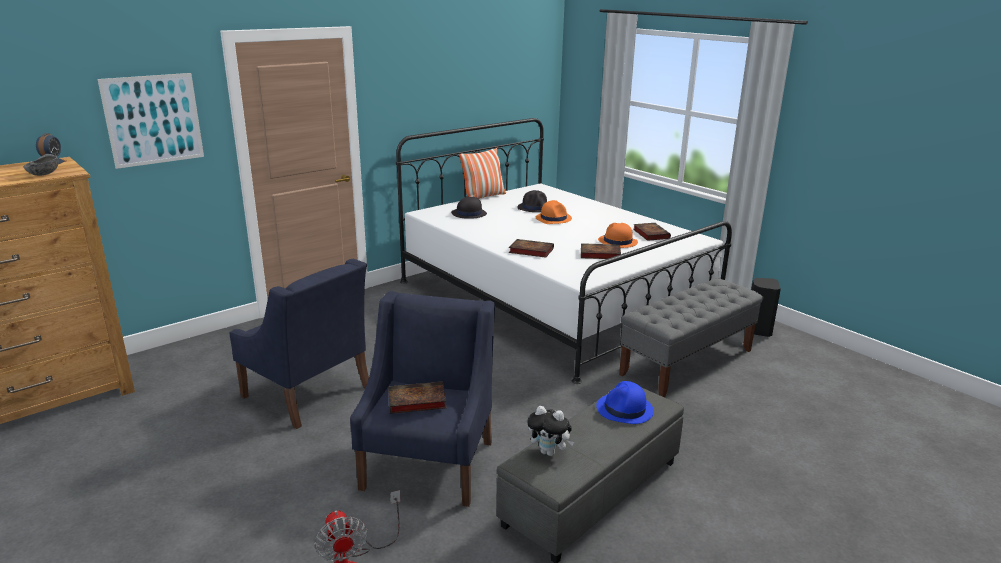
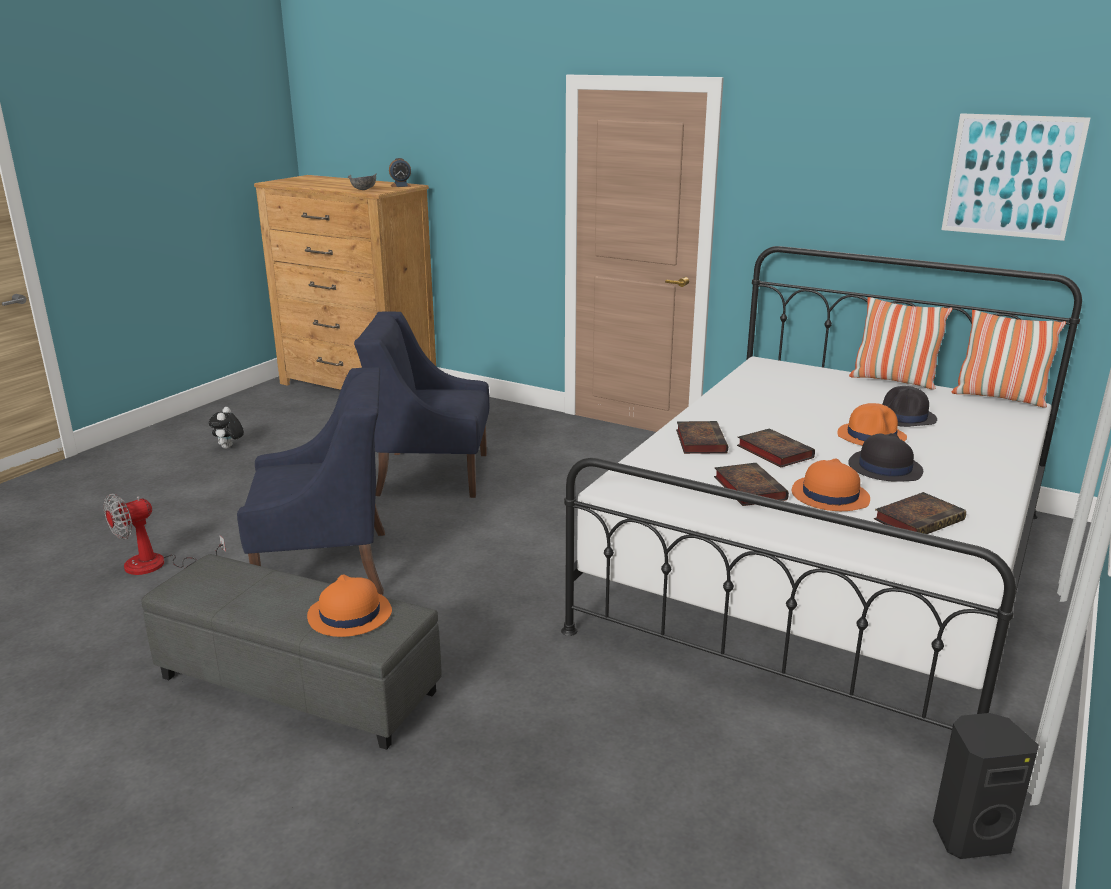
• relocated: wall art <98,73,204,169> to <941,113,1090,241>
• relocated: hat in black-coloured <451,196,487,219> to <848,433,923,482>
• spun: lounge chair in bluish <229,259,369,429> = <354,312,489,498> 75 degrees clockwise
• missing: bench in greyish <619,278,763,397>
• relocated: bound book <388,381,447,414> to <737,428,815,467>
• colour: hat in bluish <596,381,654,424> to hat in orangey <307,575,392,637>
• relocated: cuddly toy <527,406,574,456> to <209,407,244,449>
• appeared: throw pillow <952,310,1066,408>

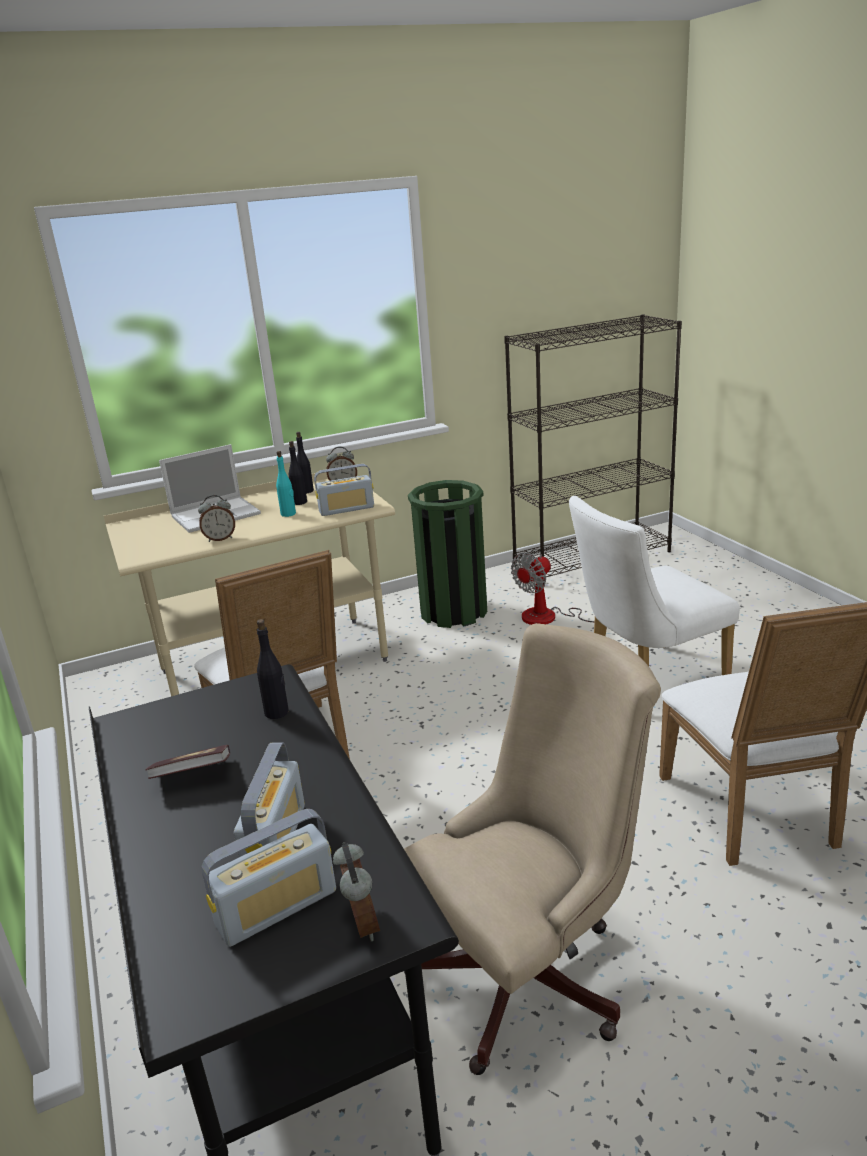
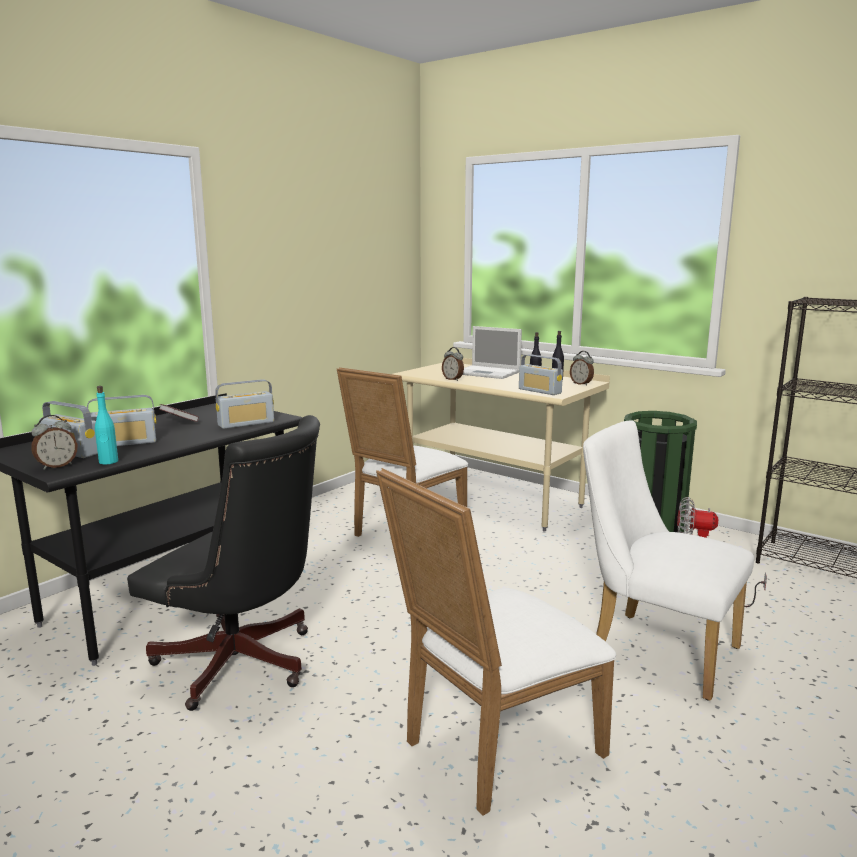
• relocated: bottle in turquoise-coloured <276,451,296,517> to <95,386,118,464>
• exchanged: bottle in black-coloured <257,619,289,719> to radio <215,379,274,429>
• colour: computer chair in sand-coloured <404,623,661,1075> to computer chair in black-coloured <127,415,320,711>

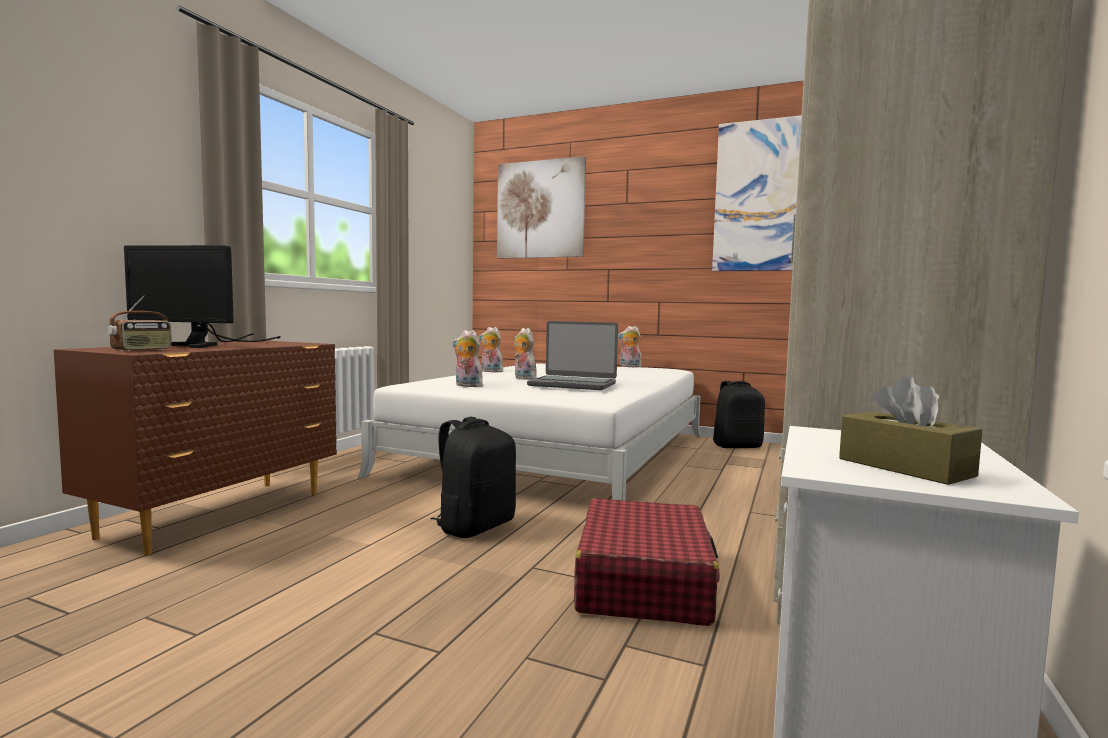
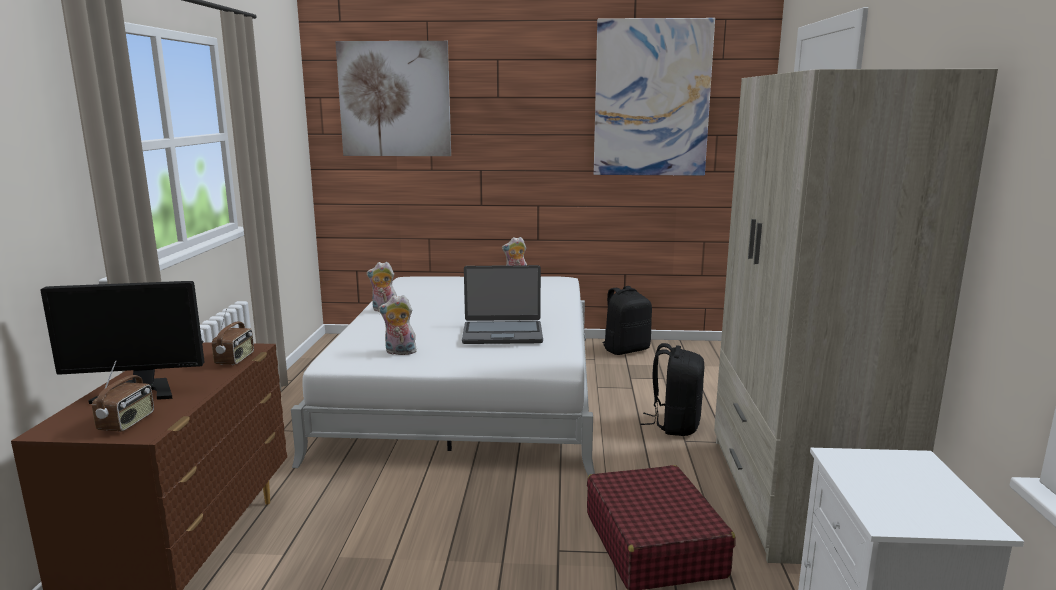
• missing: cuddly toy <514,328,537,380>
• missing: tissue holder in brown-coloured <839,377,982,485>
• relocated: backpack in black-coloured <431,417,516,538> to <640,343,704,436>
• appeared: radio <212,309,254,365>

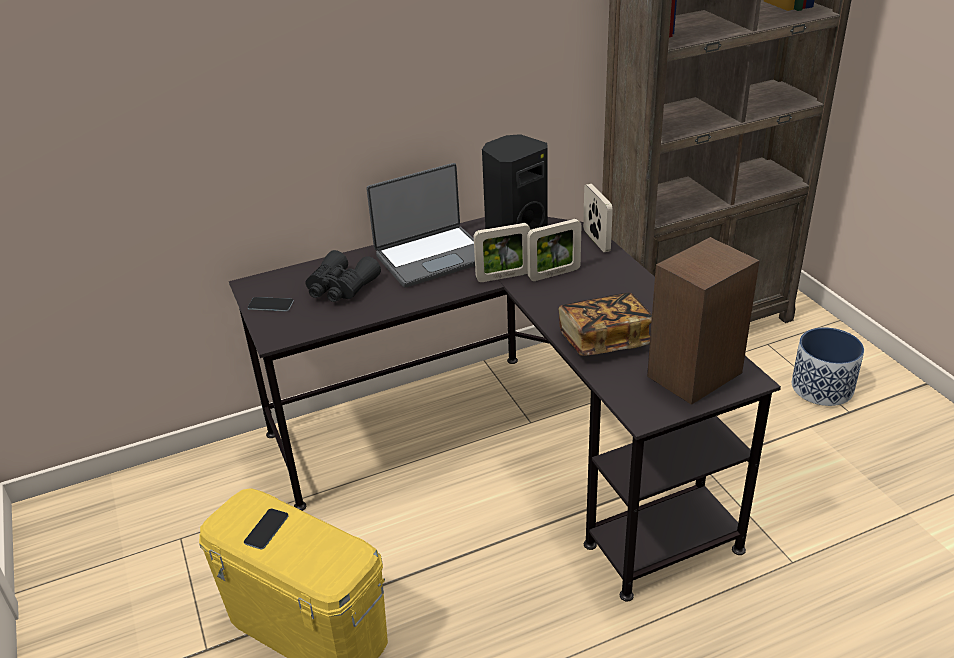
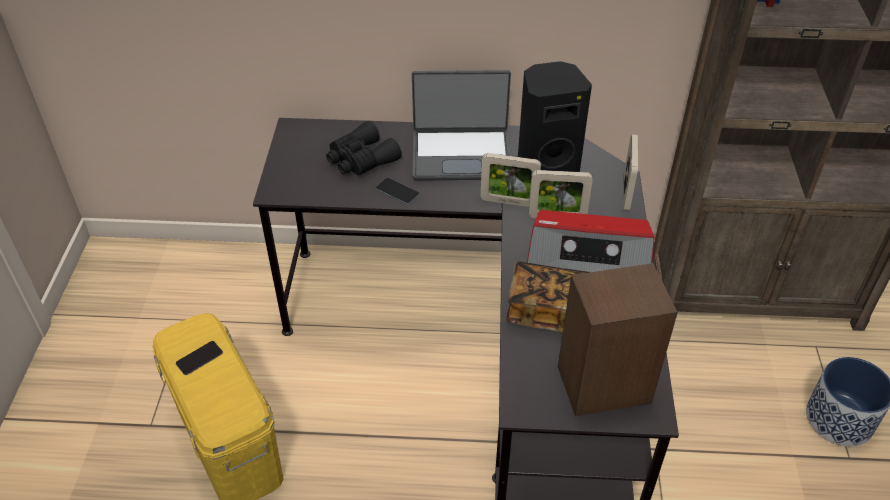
• relocated: telephone <248,297,294,311> to <376,178,419,204>
• appeared: radio <527,210,655,272>

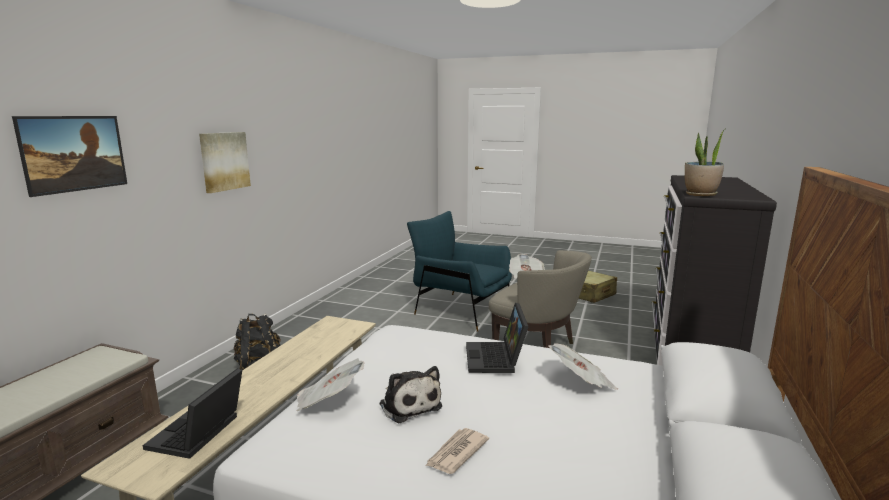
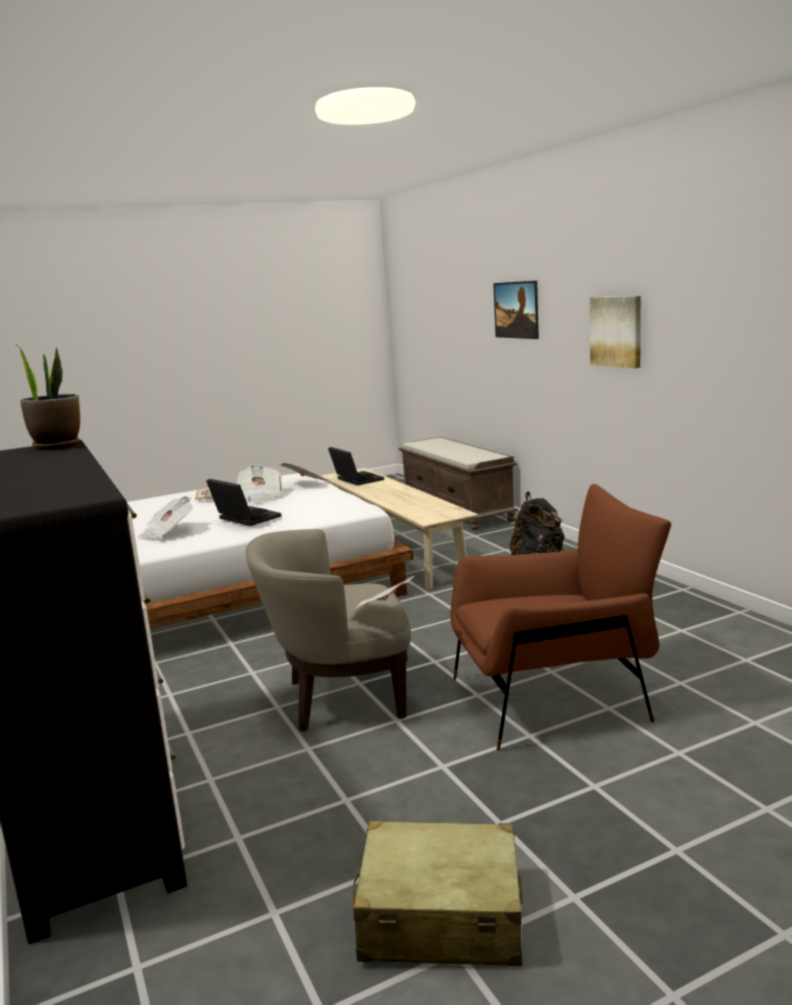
• colour: lounge chair in bluish <407,211,512,332> to lounge chair in brown-coloured <450,484,671,751>
• exchanged: cuddly toy <379,366,442,423> to daily paper <237,465,283,503>

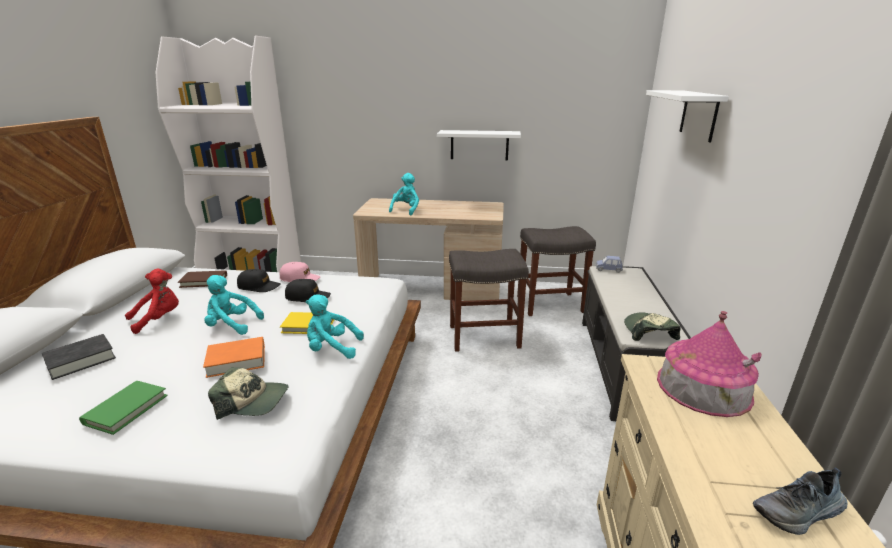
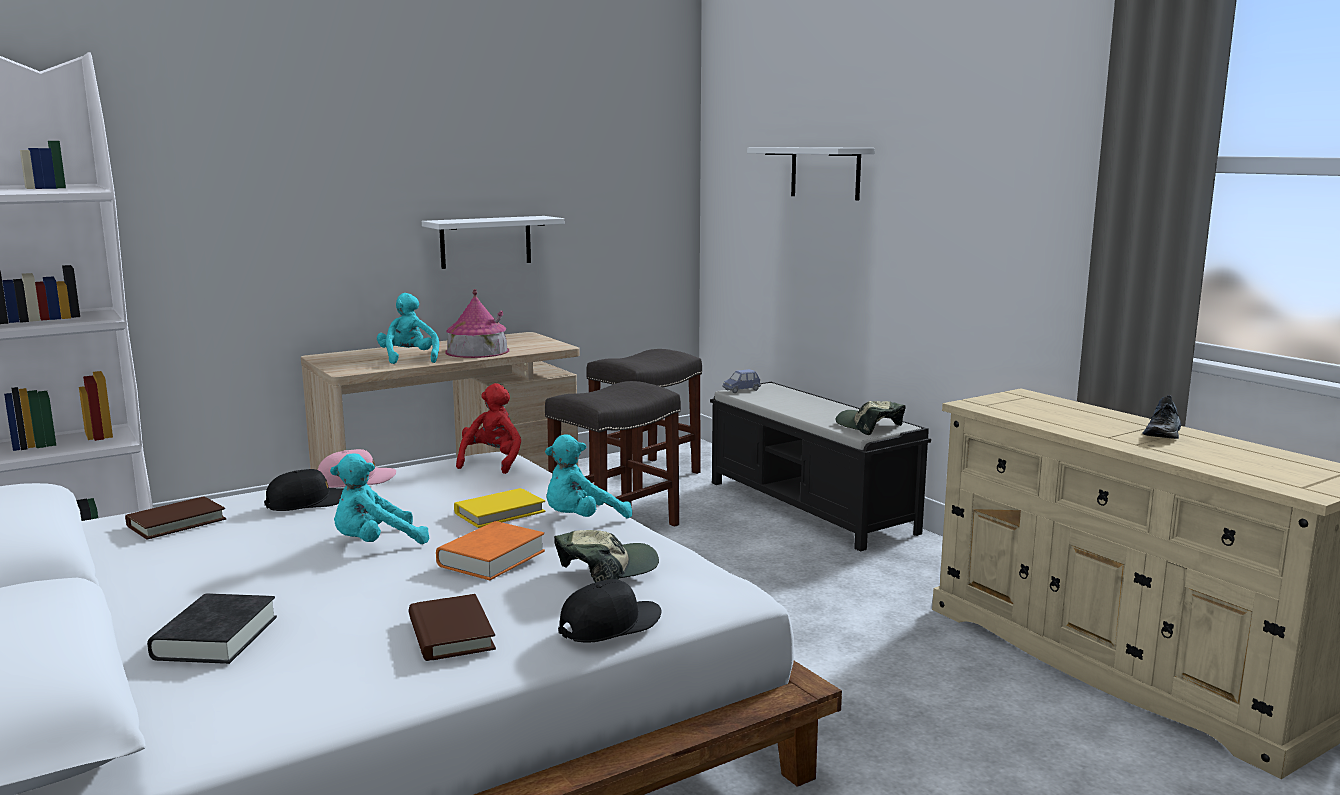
• relocated: cuddly toy in red-coloured <125,269,179,334> to <456,383,521,474>
• relocated: baseball cap in black-coloured <285,279,331,302> to <558,579,661,643>
• relocated: miniature house <657,311,762,417> to <445,289,509,358>
• colour: bound book in green <79,381,168,435> to bound book in brown-coloured <409,594,496,661>

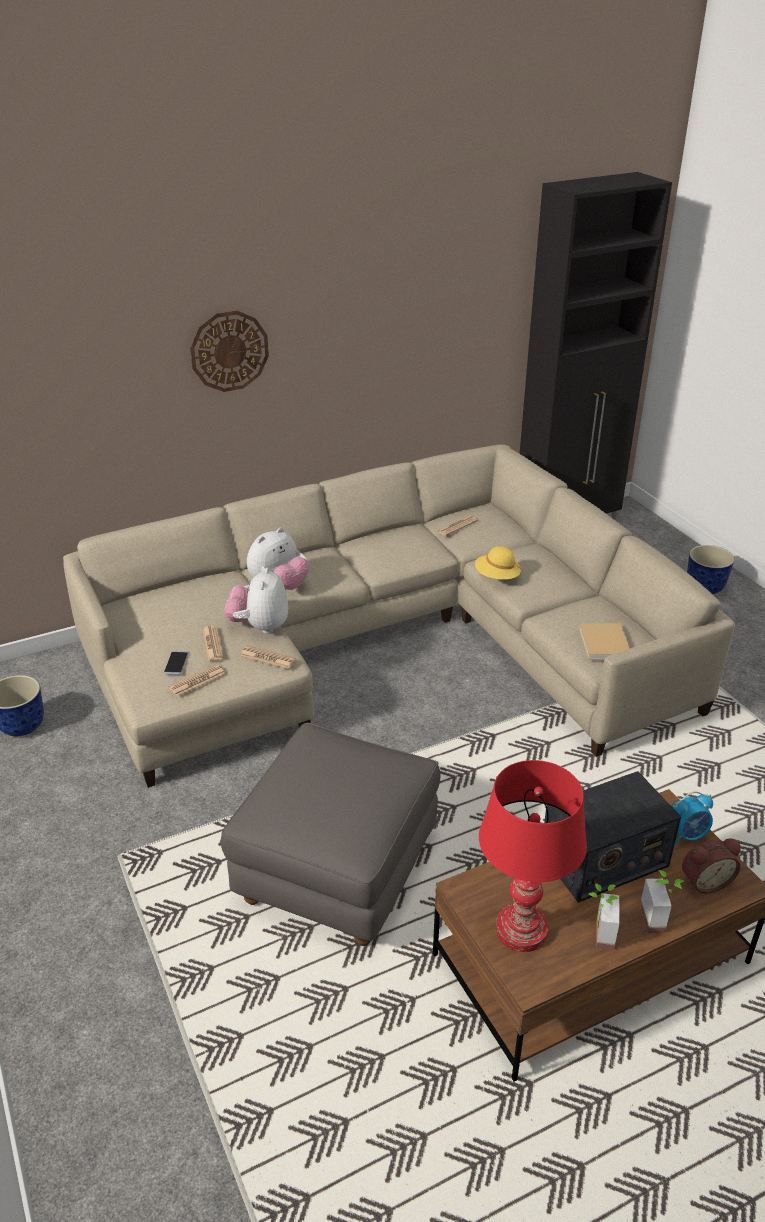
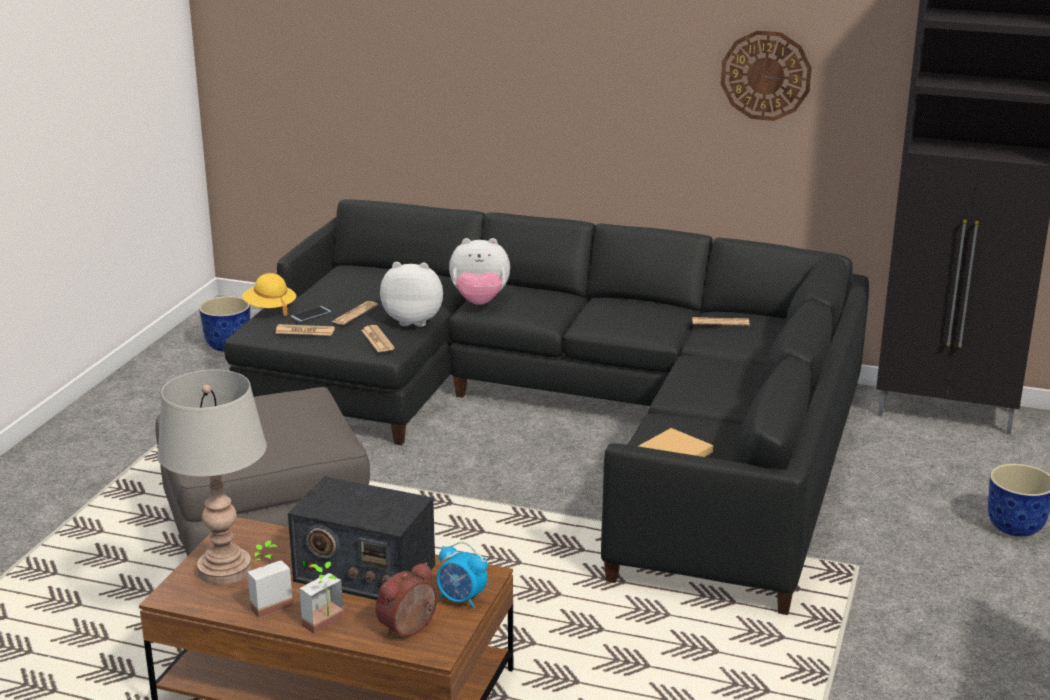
• relocated: hanging clock <190,310,269,392> to <721,30,812,121>
• colour: settee in sand-coloured <63,444,735,788> to settee in black-coloured <224,199,869,615>
• relocated: hat in yellowish <475,546,521,580> to <242,273,296,316>
• spun: cuddly toy <225,567,288,634> = <380,262,443,327> 45 degrees clockwise
• colour: lamp for a table in red-coloured <479,760,587,952> to lamp for a table in greyish <157,370,267,585>
• spun: bedside clock <682,838,741,894> = <376,562,438,637> 105 degrees clockwise

